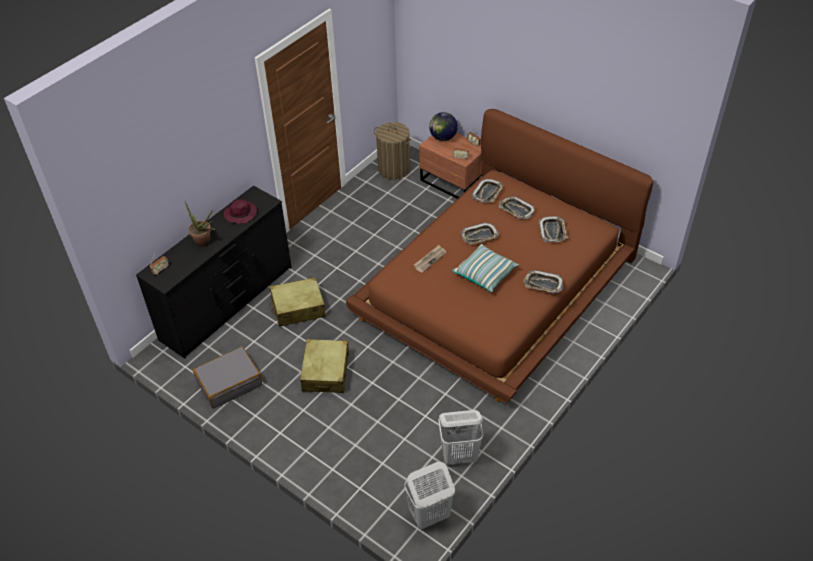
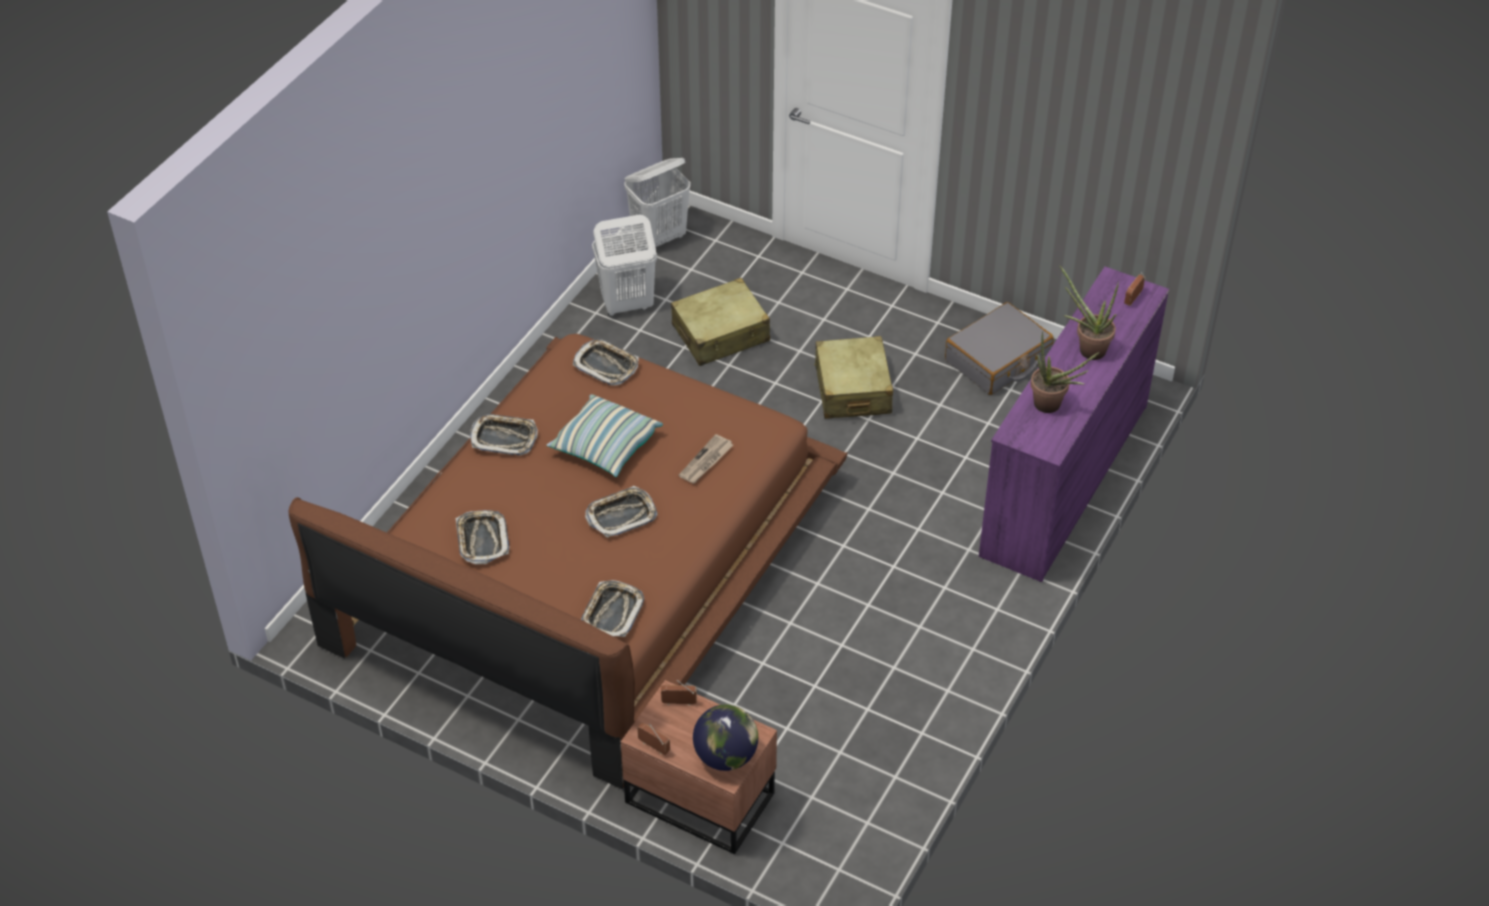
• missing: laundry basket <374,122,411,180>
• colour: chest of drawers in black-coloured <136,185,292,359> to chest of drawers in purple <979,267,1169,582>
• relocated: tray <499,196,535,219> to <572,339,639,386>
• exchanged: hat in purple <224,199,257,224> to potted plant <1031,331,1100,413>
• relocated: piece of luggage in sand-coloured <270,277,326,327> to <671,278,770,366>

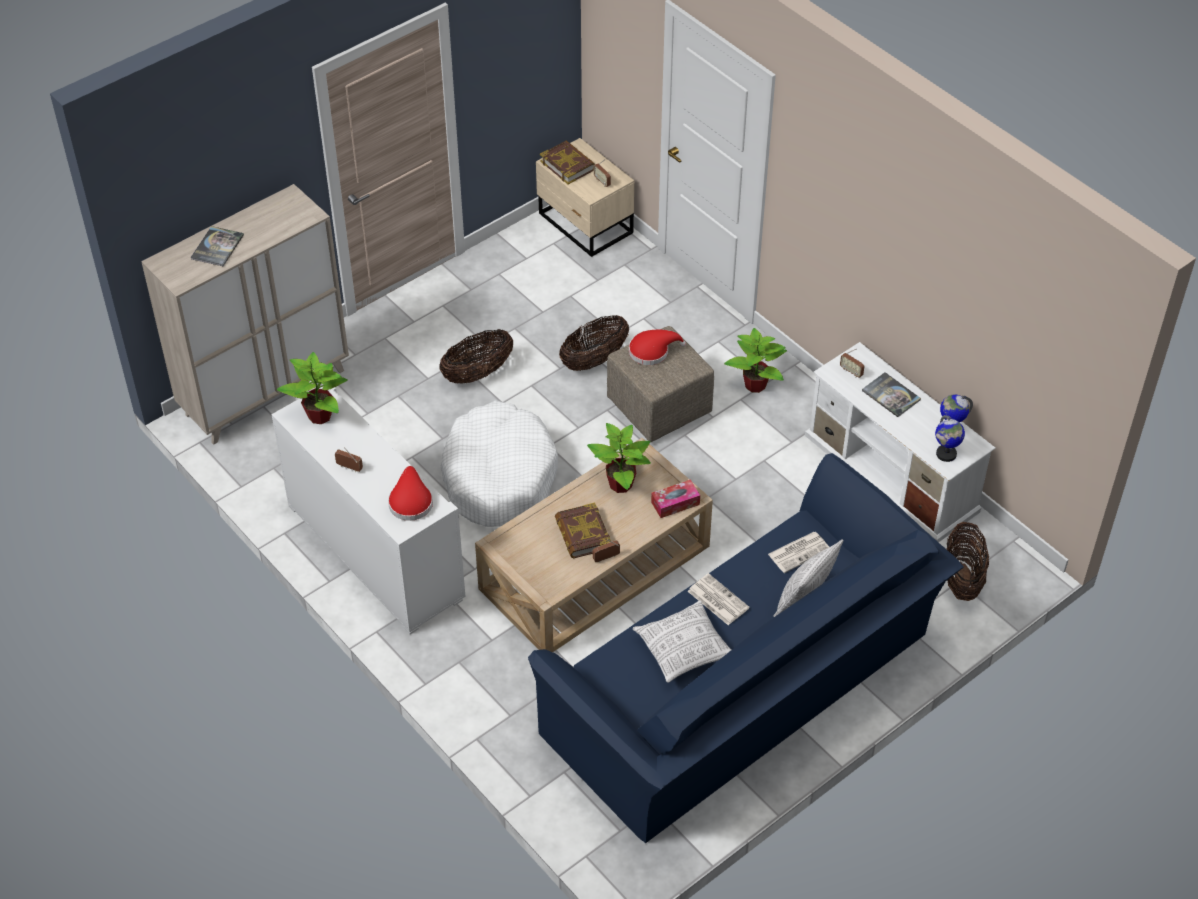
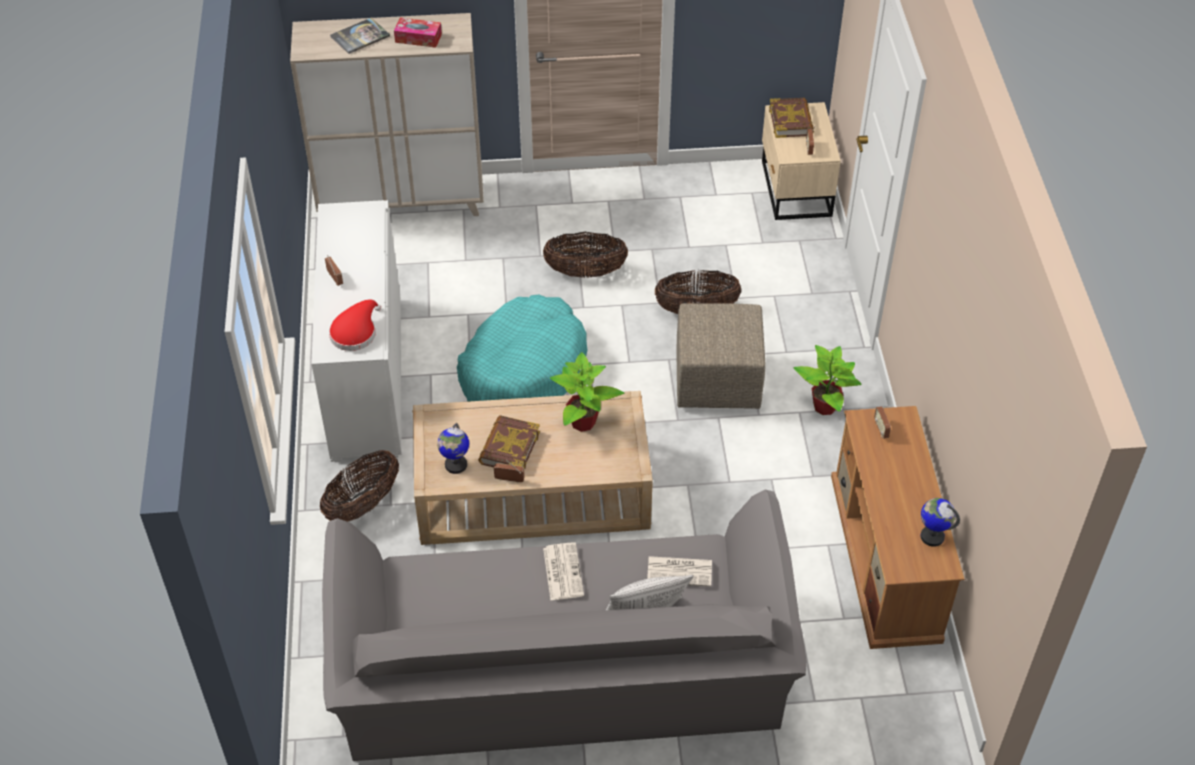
• missing: hat in red-coloured <629,330,686,365>
• colour: tv unit in whitish <805,342,996,542> to tv unit in brown-coloured <831,406,965,649>
• missing: potted plant <277,352,348,424>
• missing: bound book <862,372,921,417>
• colour: dog bed in whitish <441,401,558,527> to dog bed in turquoise-coloured <457,295,587,402>
• relocated: desk globe <935,415,965,462> to <437,423,469,474>
• colour: settee in bluish <528,453,964,843> to settee in greyish <322,490,807,761>
• relocated: tissue holder <651,479,700,518> to <394,17,442,48>
• relocated: basket <947,522,989,601> to <320,450,399,522>
• missing: throw pillow <633,600,731,683>

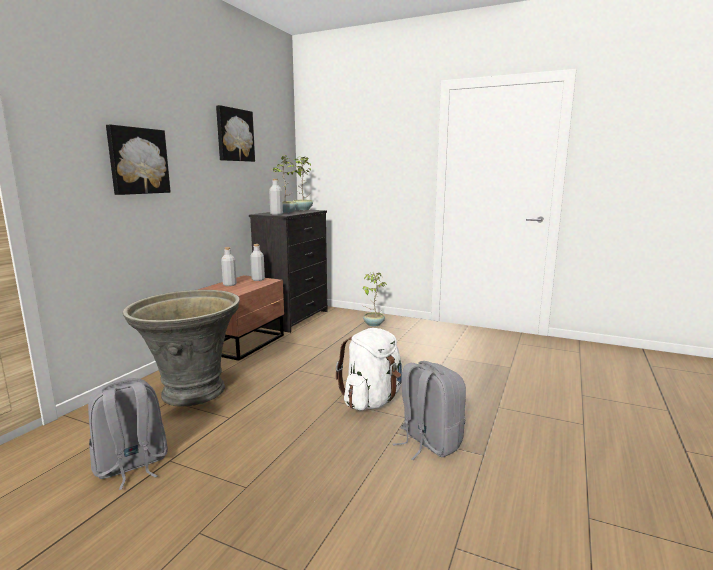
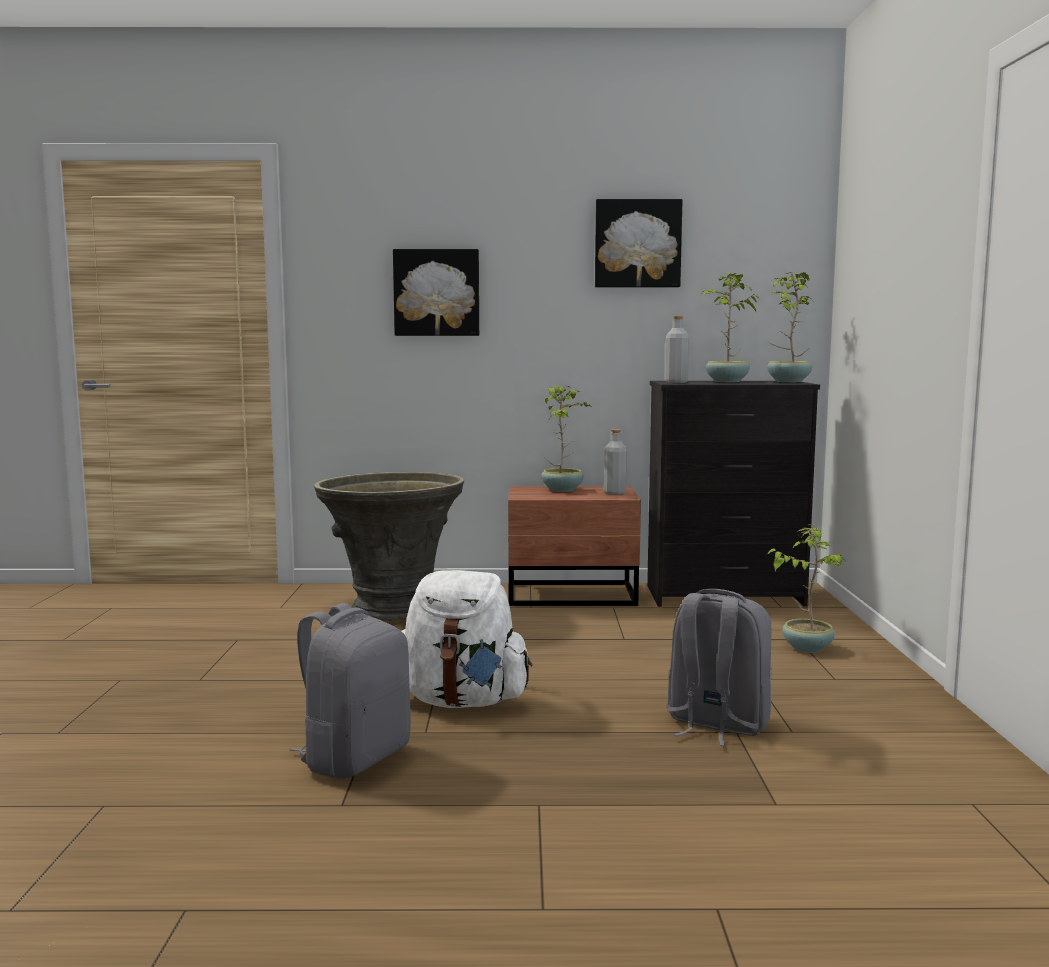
• exchanged: bottle in greyish <221,247,237,286> to potted plant <541,386,592,492>
• relocated: backpack in greyish <88,378,168,490> to <667,589,772,746>

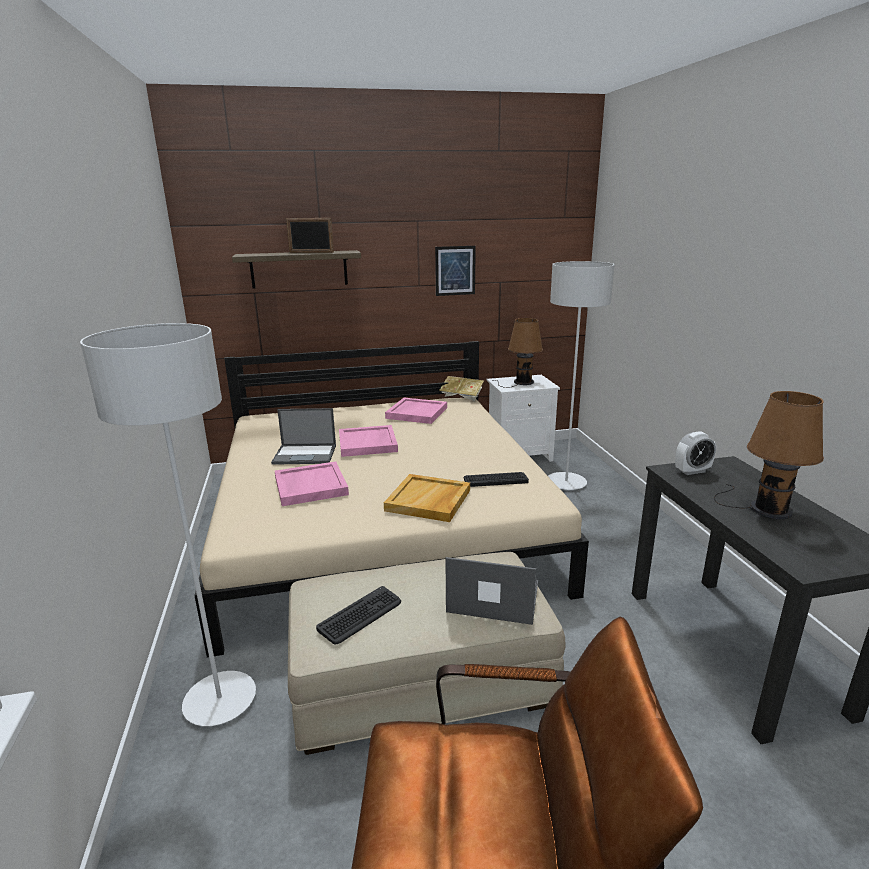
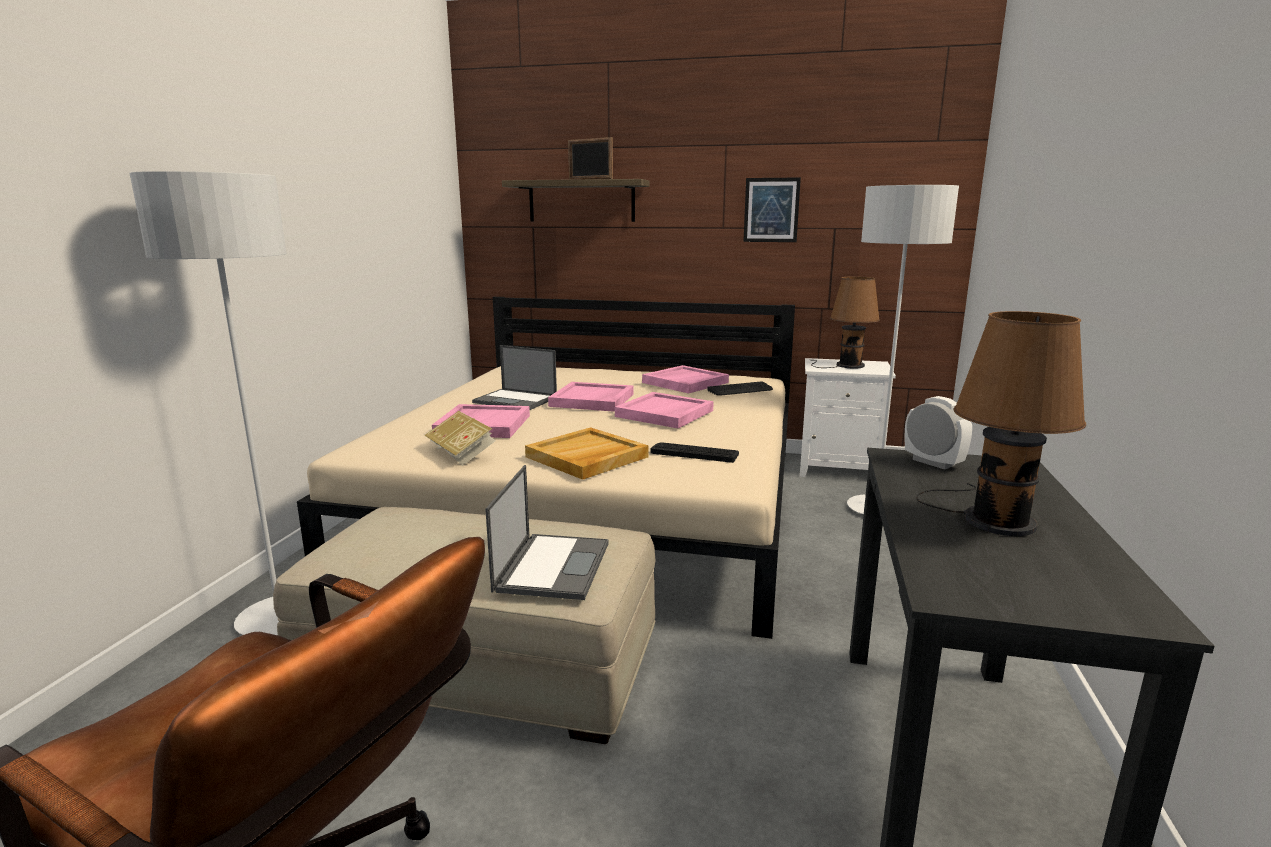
• relocated: bound book <439,376,484,401> to <425,411,496,466>
• spun: bedside clock <675,431,716,475> = <904,396,972,470> 135 degrees counterclockwise
• spun: portable computer <445,557,538,625> = <485,465,609,600> 60 degrees clockwise
• relocated: keyboard <316,586,401,644> to <707,382,773,396>
• appeared: tray in pink-coloured <615,392,714,428>

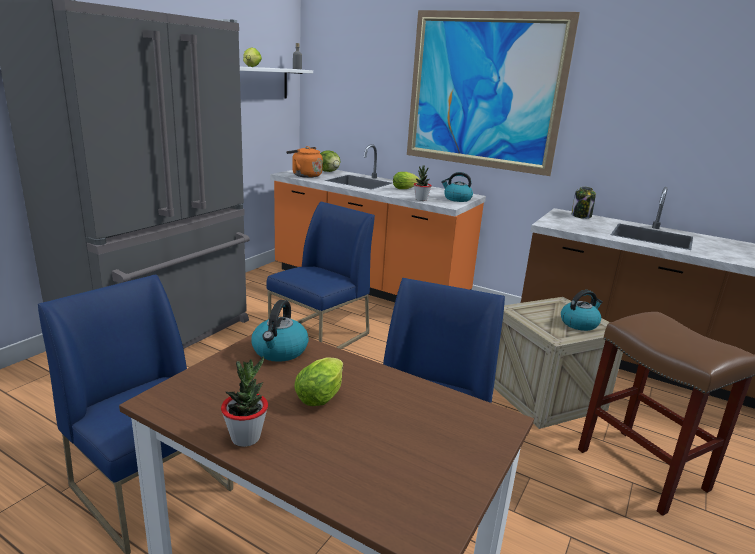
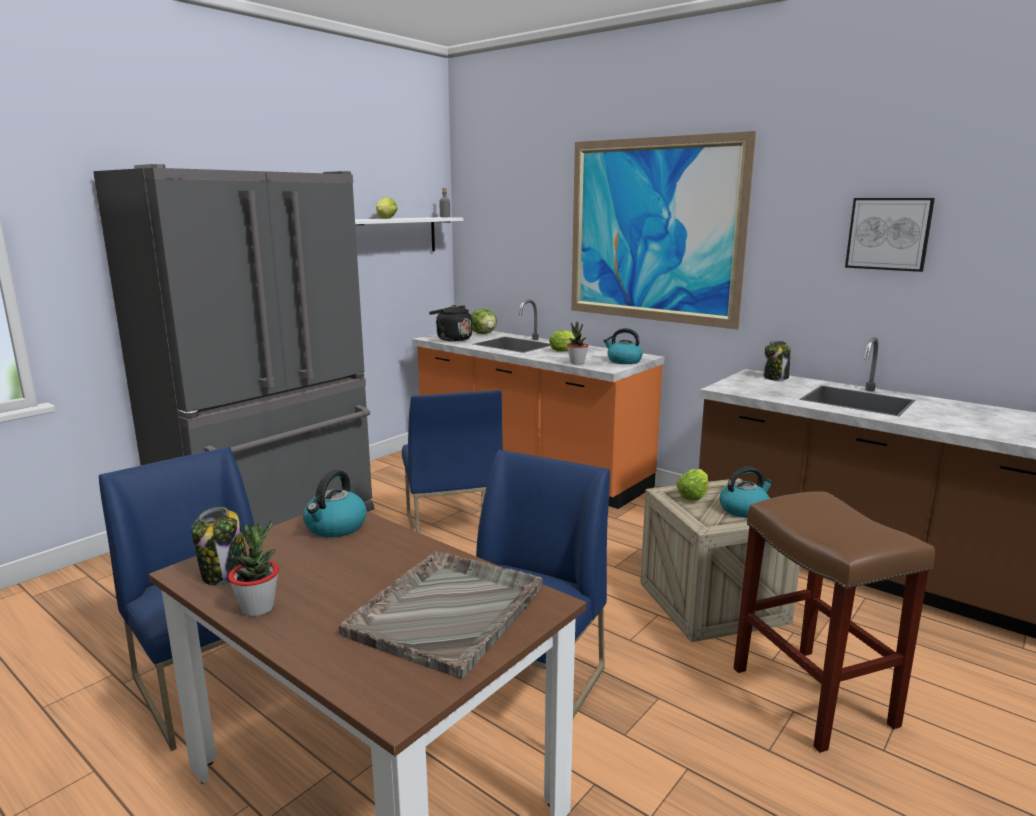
• colour: tea kettle in orangey <286,146,323,178> to tea kettle in black-coloured <429,305,472,341>
• spun: chair in bluish <267,202,375,349> = <402,390,503,533> 120 degrees clockwise
• relocated: head of lettuce <294,357,343,406> to <676,469,708,501>
• appeared: wall art <845,198,935,272>
• appeared: jar <191,507,247,585>
• appeared: tray in greyish <339,551,543,679>

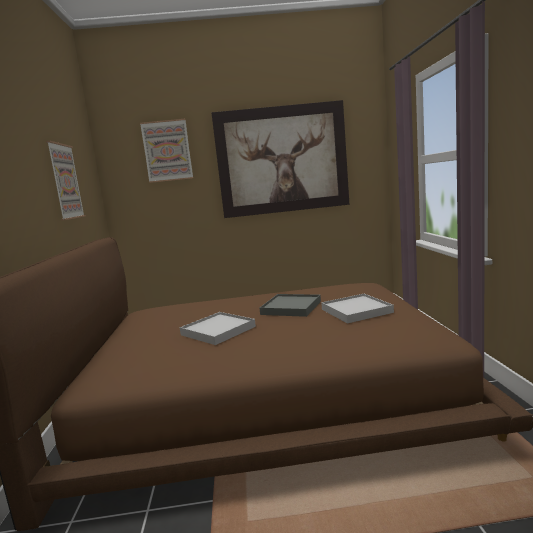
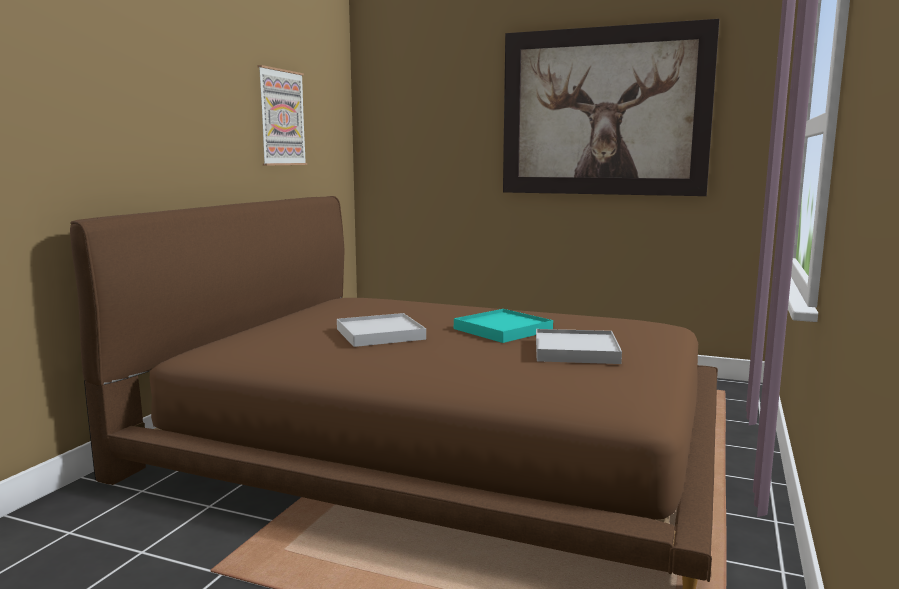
• missing: wall art <140,119,193,183>
• colour: tray in greyish <260,294,321,317> to tray in turquoise-coloured <454,309,553,343>

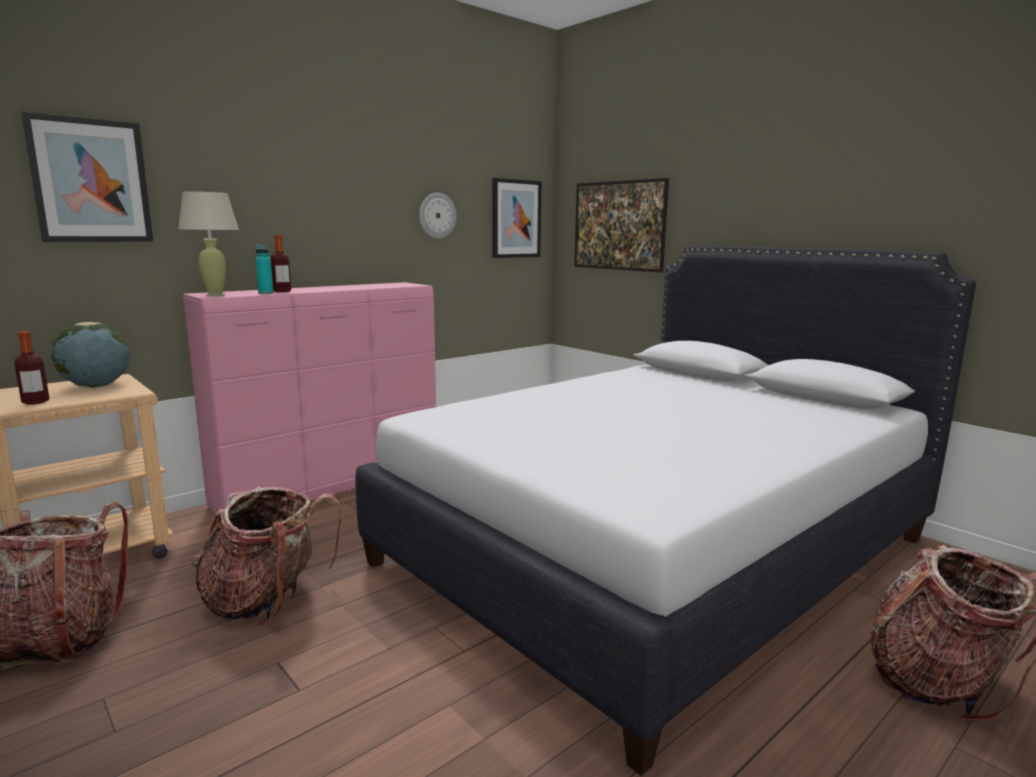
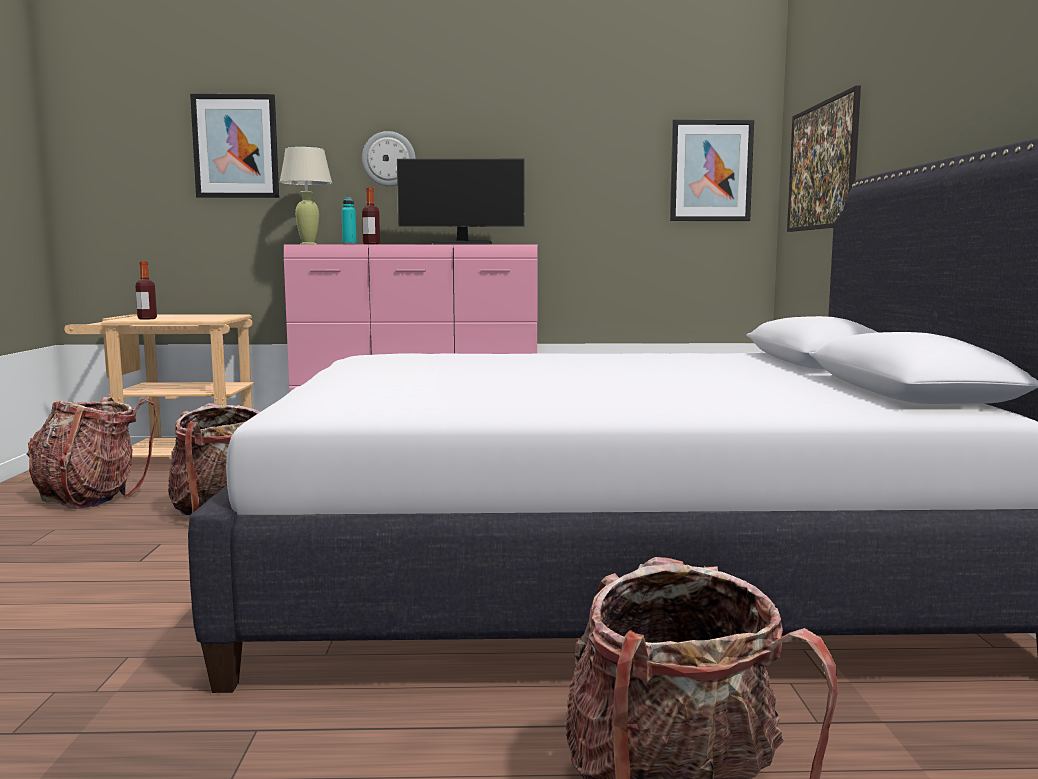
• relocated: hanging clock <419,193,456,239> to <362,131,415,186>
• missing: desk globe <51,322,130,388>
• appeared: computer display <397,159,524,245>

